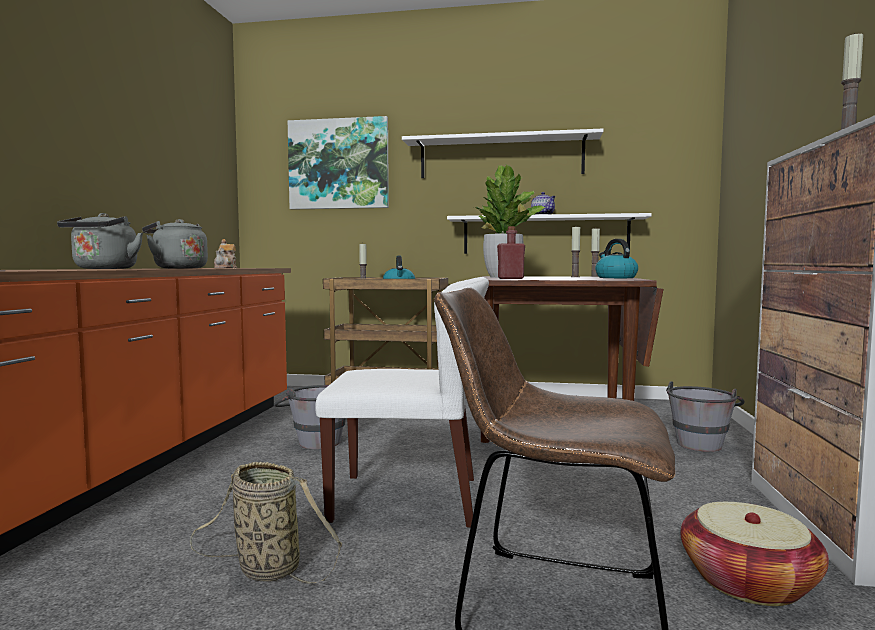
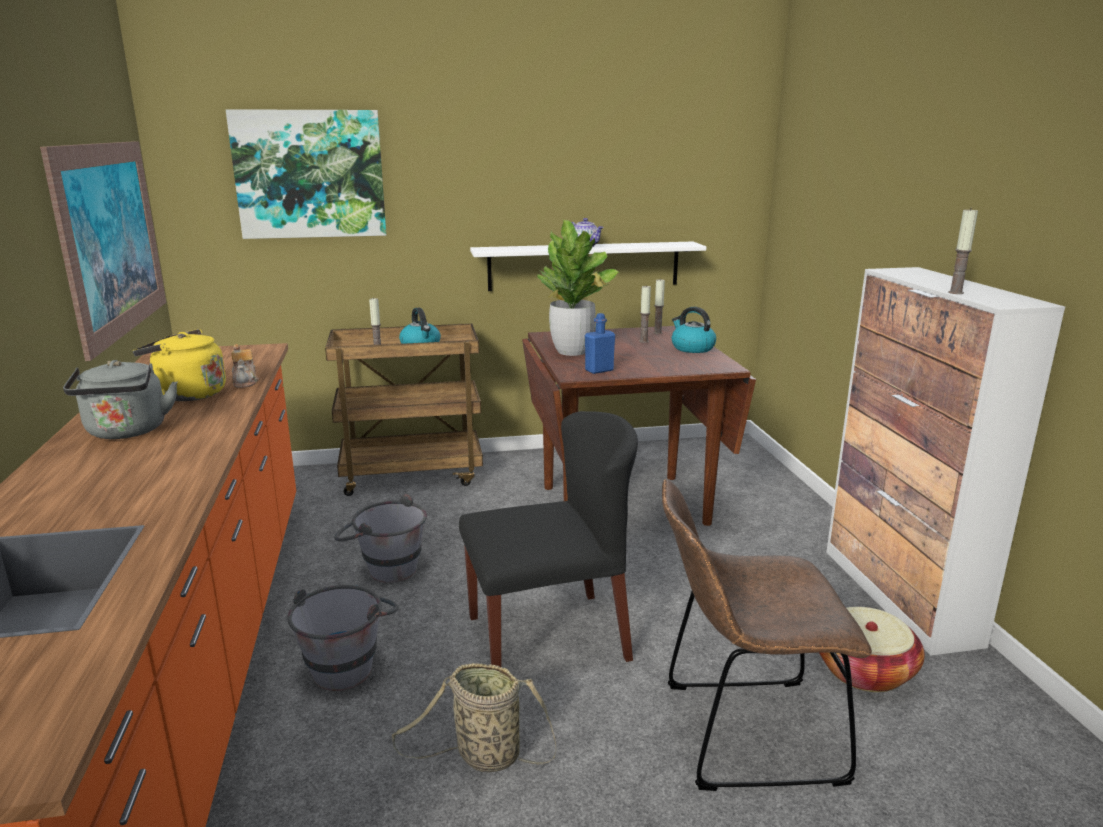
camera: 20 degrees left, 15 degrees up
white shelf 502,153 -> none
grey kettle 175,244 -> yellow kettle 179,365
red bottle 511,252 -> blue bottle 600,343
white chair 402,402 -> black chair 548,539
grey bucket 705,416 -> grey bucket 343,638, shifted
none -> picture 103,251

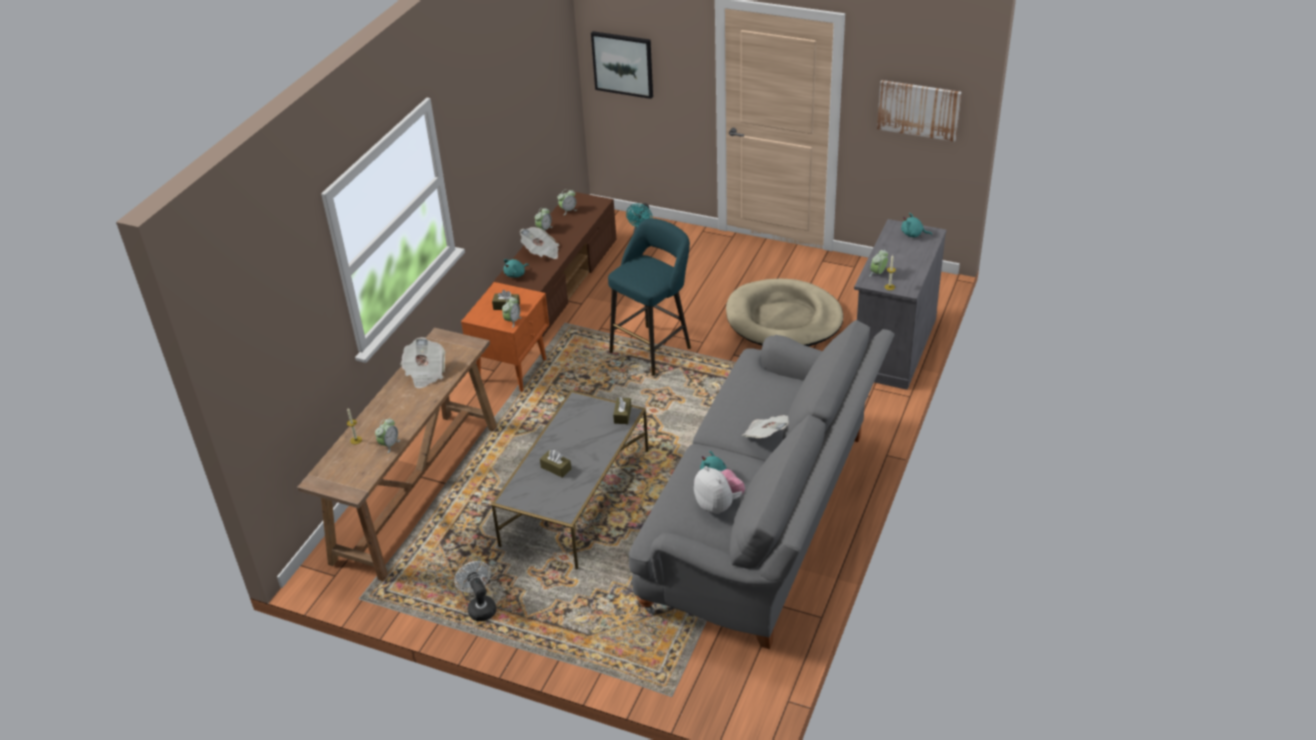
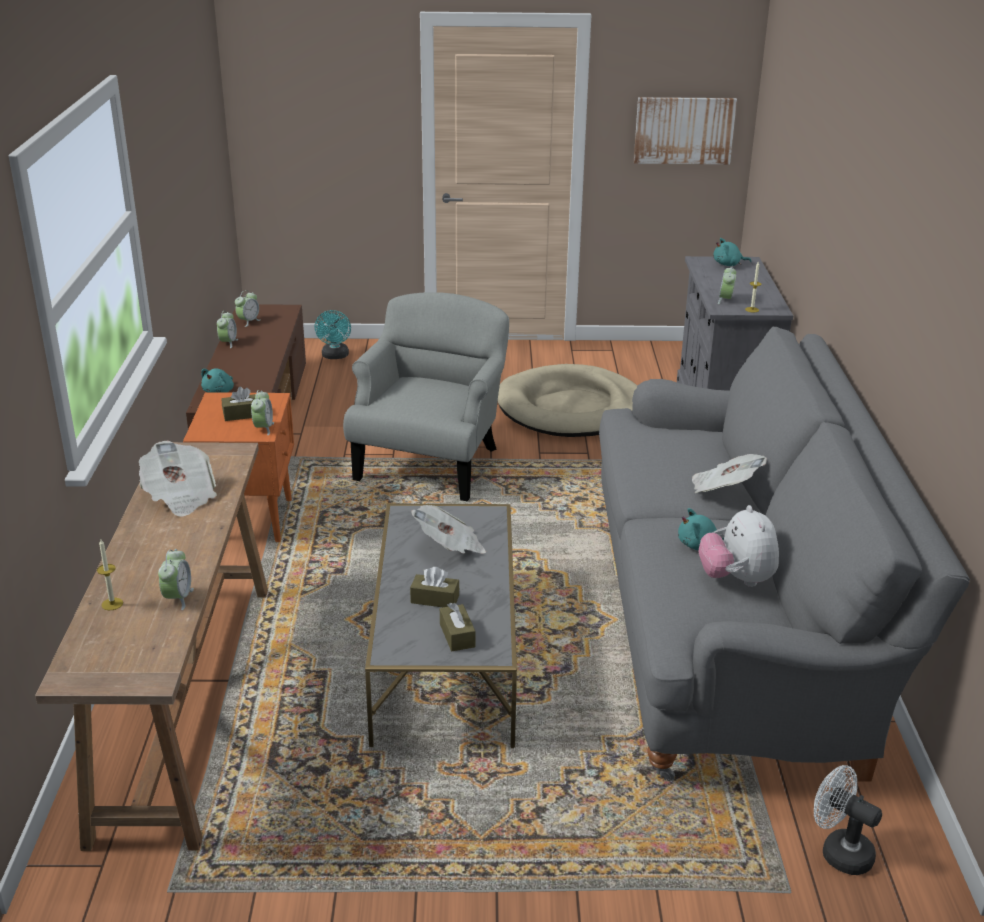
camera: 25 degrees left, 10 degrees down
picture 622,65 -> none
turquoise stool 649,297 -> grey armchair 426,396
newspaper 539,243 -> newspaper 448,529, shifted
brown tissue box 622,410 -> brown tissue box 458,627, shifted
plush toy 719,490 -> plush toy 738,546, 135 degrees counterclockwise
white fan 475,591 -> white fan 848,820, shifted

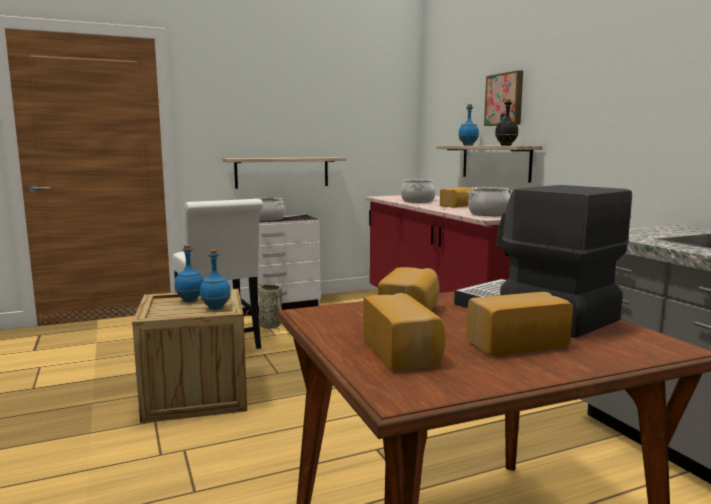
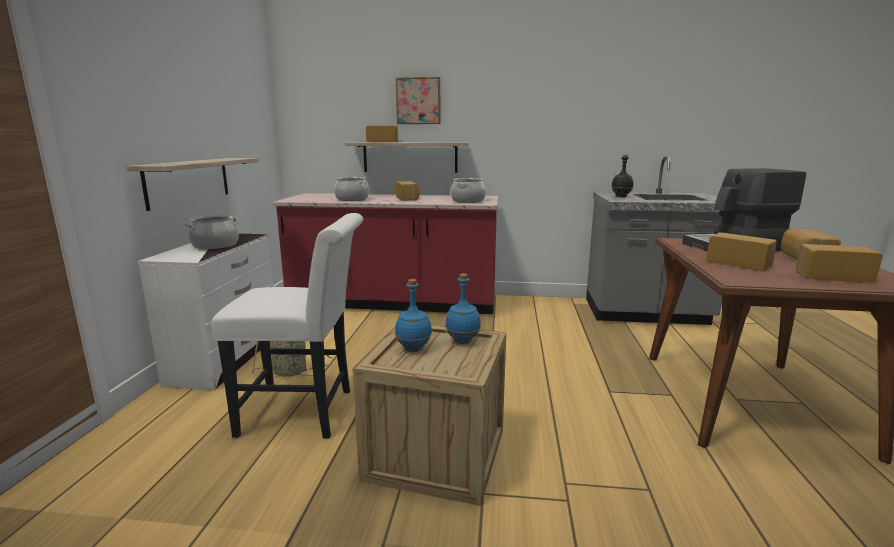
camera: 60 degrees left, 5 degrees up
black bottle 506,122 -> black bottle 622,176, shifted
blue bottle 468,125 -> bread 382,134

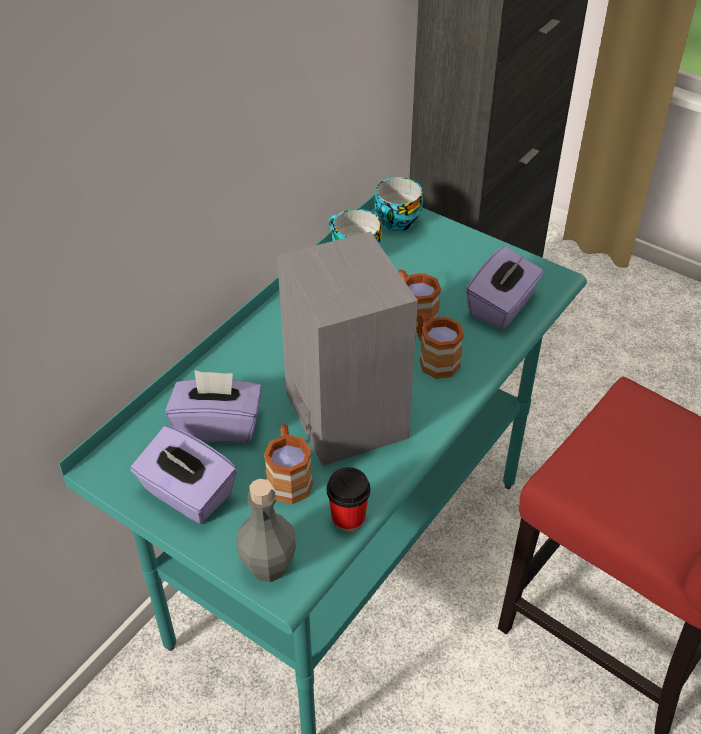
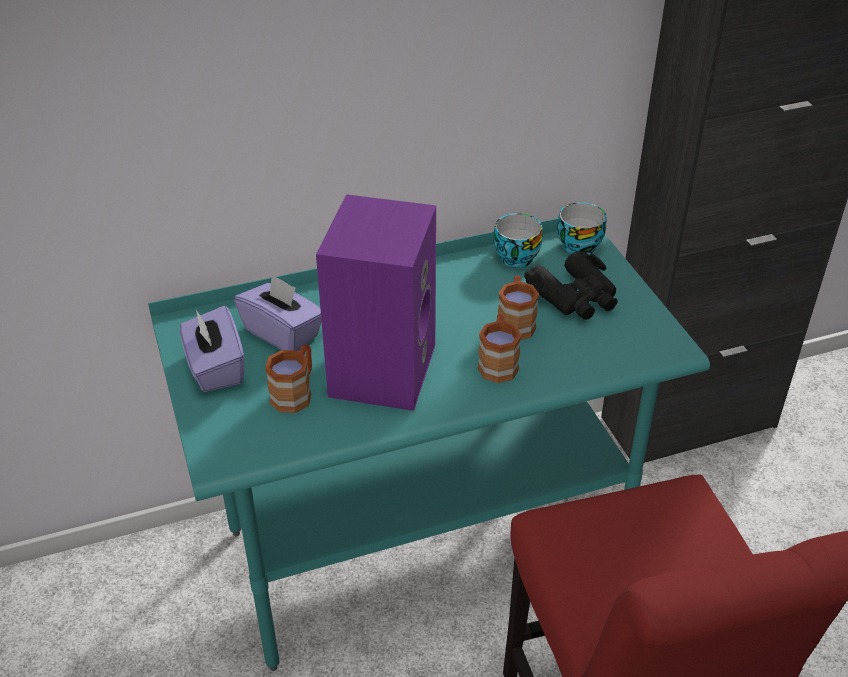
camera: 35 degrees right, 5 degrees down
grey speaker 347,348 -> purple speaker 376,302
purple tissue box 505,287 -> none
cup 348,500 -> none
grey bottle 266,530 -> none
none -> black binoculars 571,285

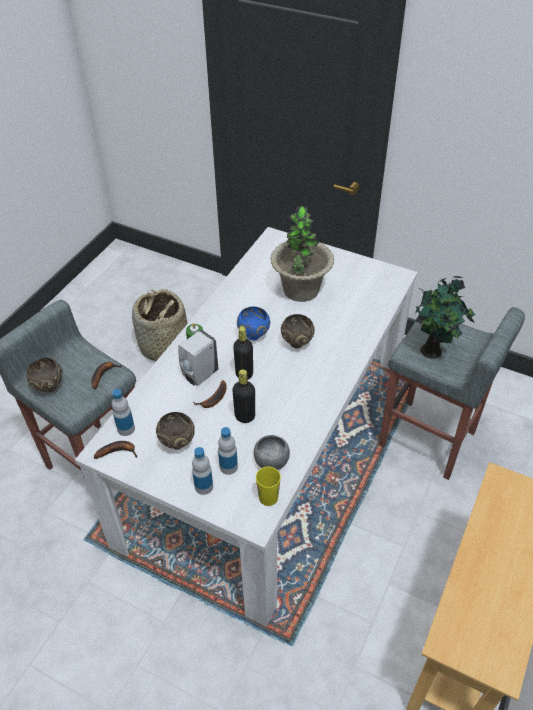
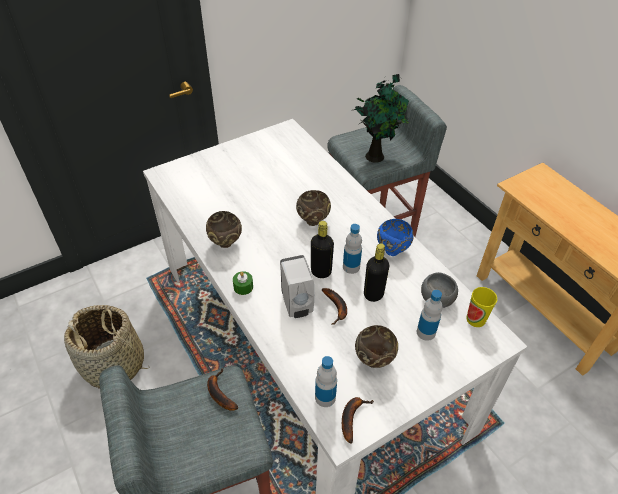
camera: 60 degrees left, 0 degrees up
potted plant 302,254 -> none
blue bowl 253,324 -> blue bowl 395,237, shifted
brown bowl 44,375 -> brown bowl 224,229, shifted
bottle 202,471 -> bottle 352,249, shifted

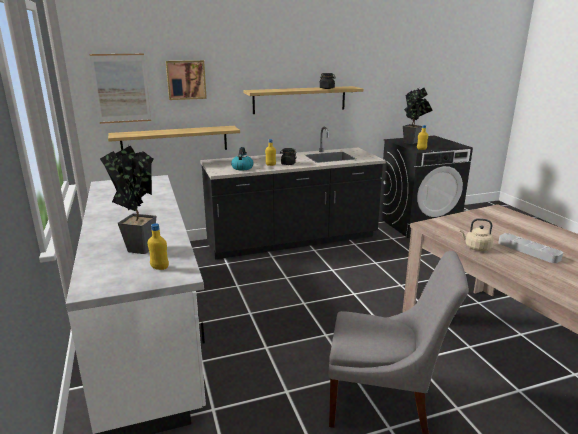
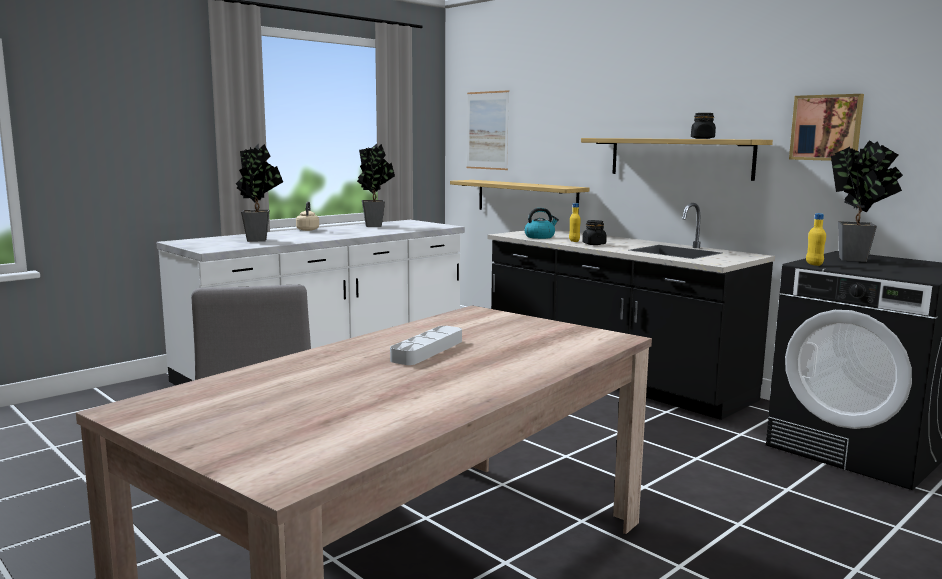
camera: 65 degrees right, 10 degrees down
picture 186,80 -> picture 826,127, shifted
beige kettle 476,234 -> beige kettle 307,216, shifted
yellow bottle 158,246 -> none
none -> potted plant 376,185

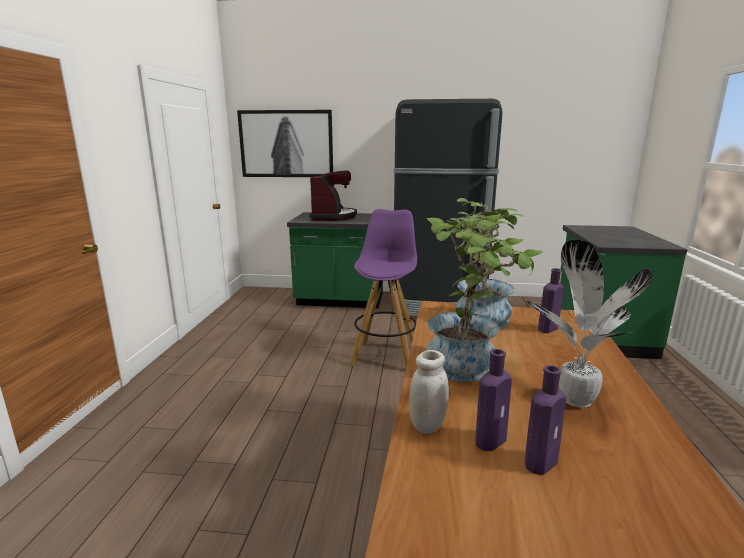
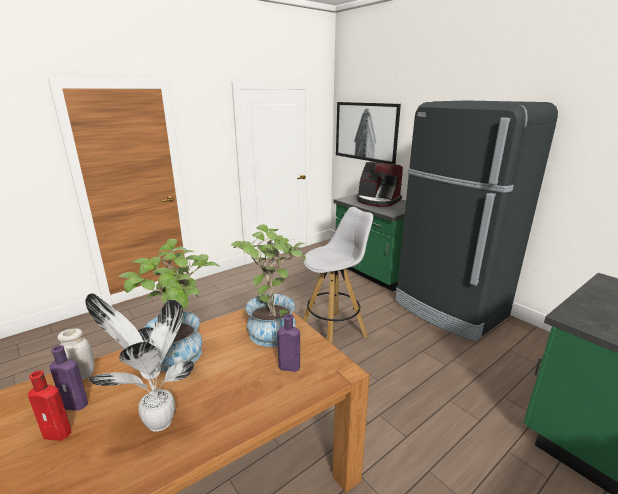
camera: 45 degrees right, 5 degrees up
coffee machine 333,195 -> coffee machine 380,184, 75 degrees clockwise
purple stool 383,288 -> white stool 338,275
purple bottle 545,420 -> red bottle 49,405

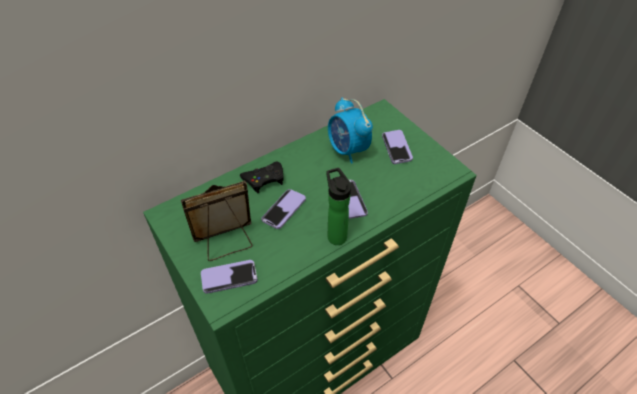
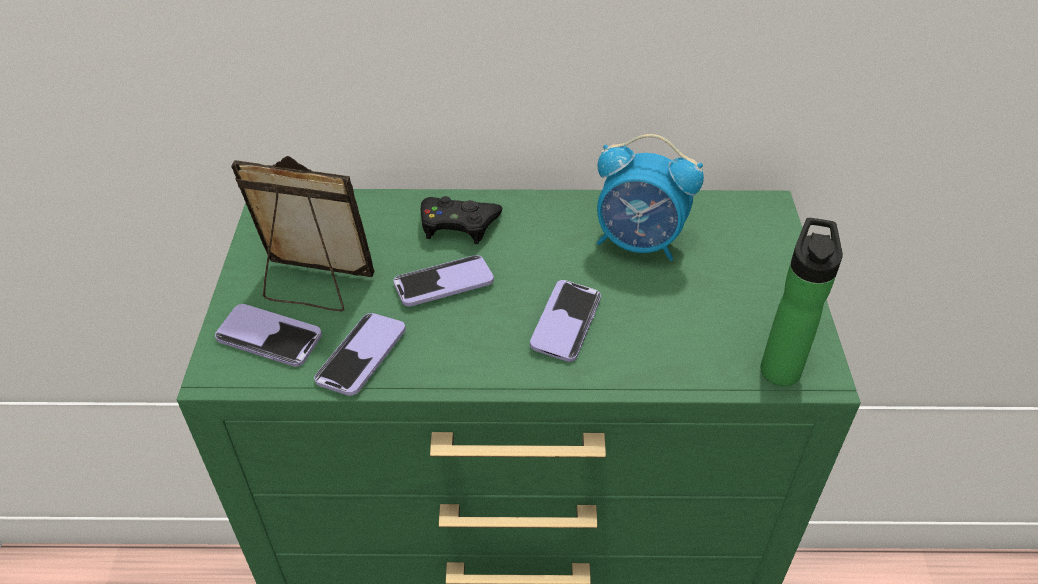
camera: 35 degrees right, 5 degrees down
alarm clock 350,130 -> alarm clock 650,197, 75 degrees counterclockwise
phone 397,147 -> phone 360,354, shifted
bottle 338,206 -> bottle 801,302, shifted

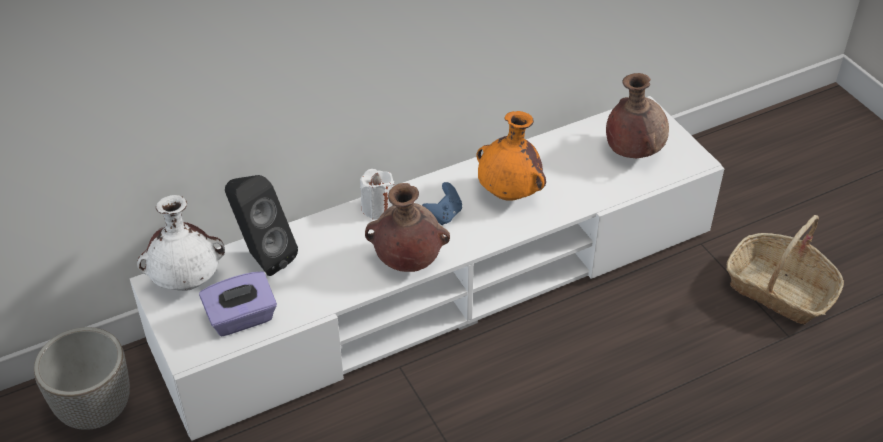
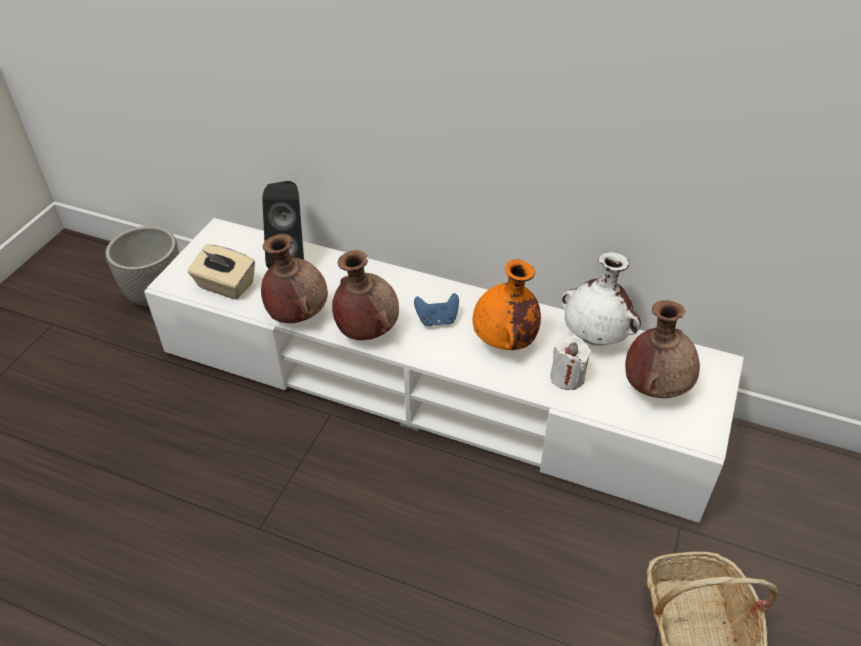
camera: 50 degrees right, 0 degrees up
white candle 377,194 -> white candle 570,363, shifted
white vase 181,243 -> white vase 601,299, shifted
purple tissue box 238,303 -> beige tissue box 221,272
none -> brown vase 294,278

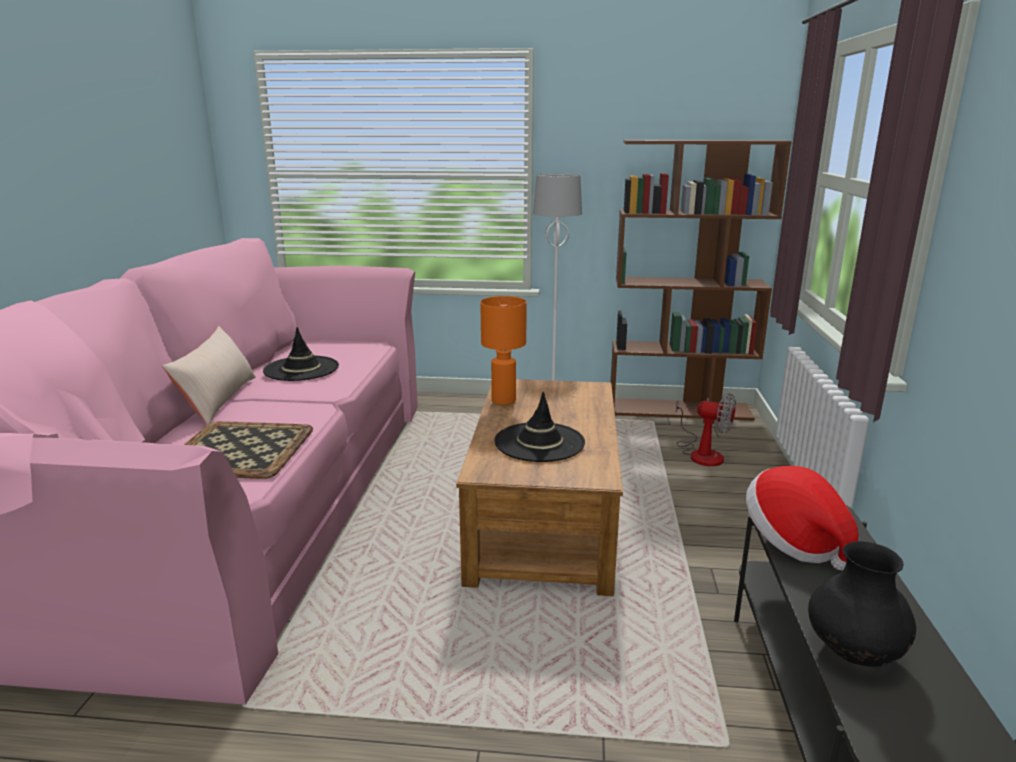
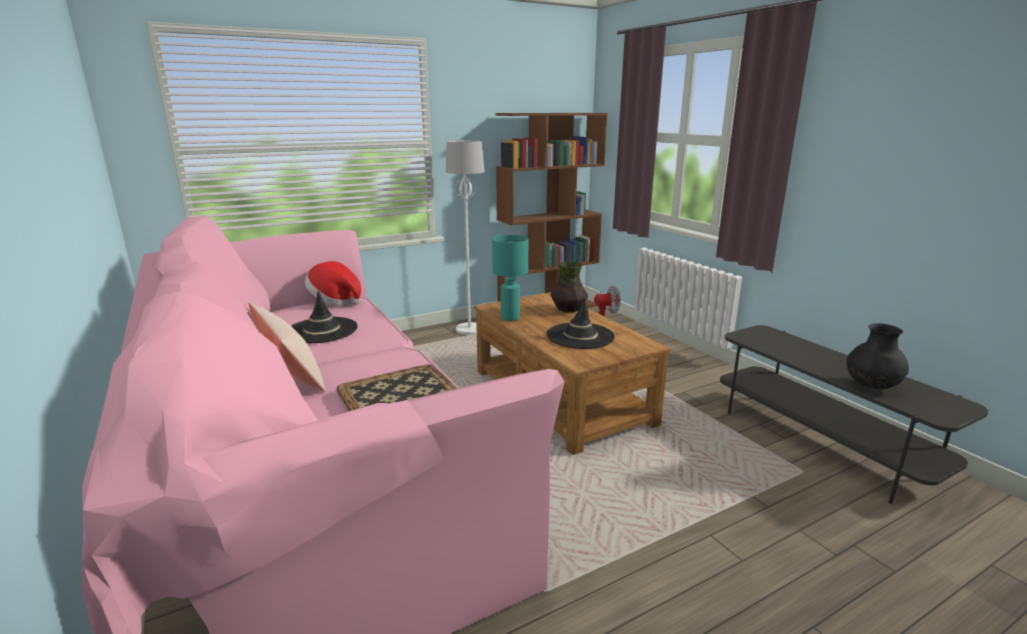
camera: 35 degrees left, 0 degrees up
orange table lamp 503,350 -> turquoise table lamp 510,278
hat 802,518 -> hat 333,283, shifted
none -> vase 569,287

